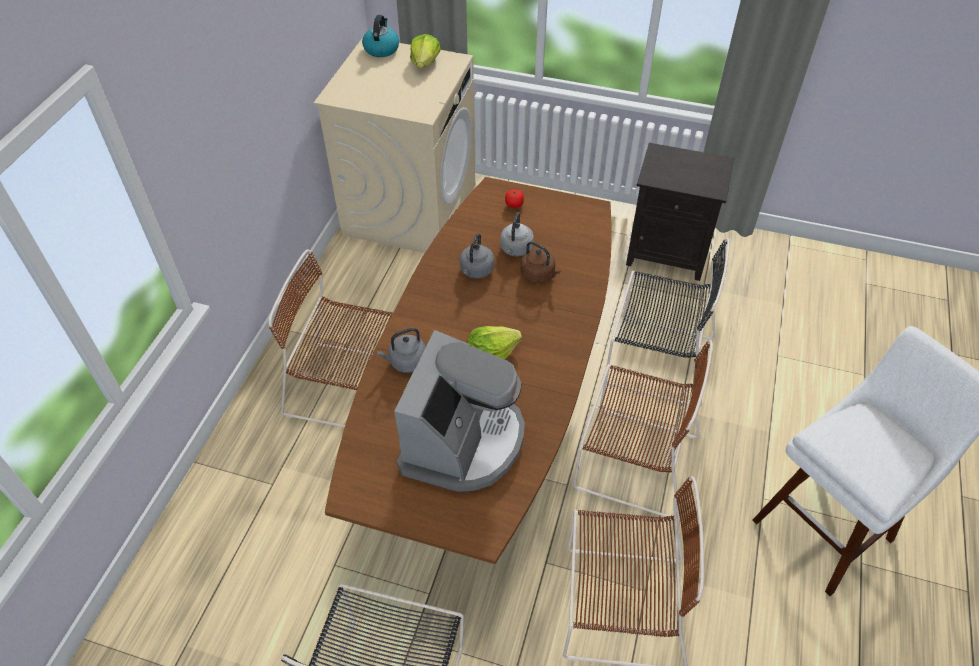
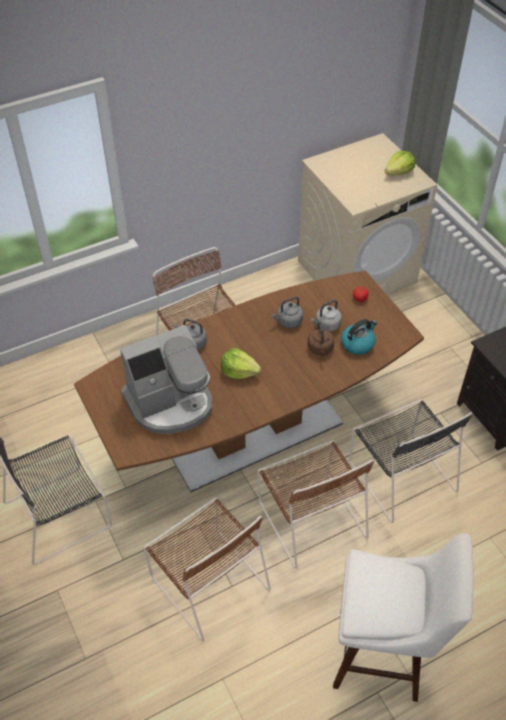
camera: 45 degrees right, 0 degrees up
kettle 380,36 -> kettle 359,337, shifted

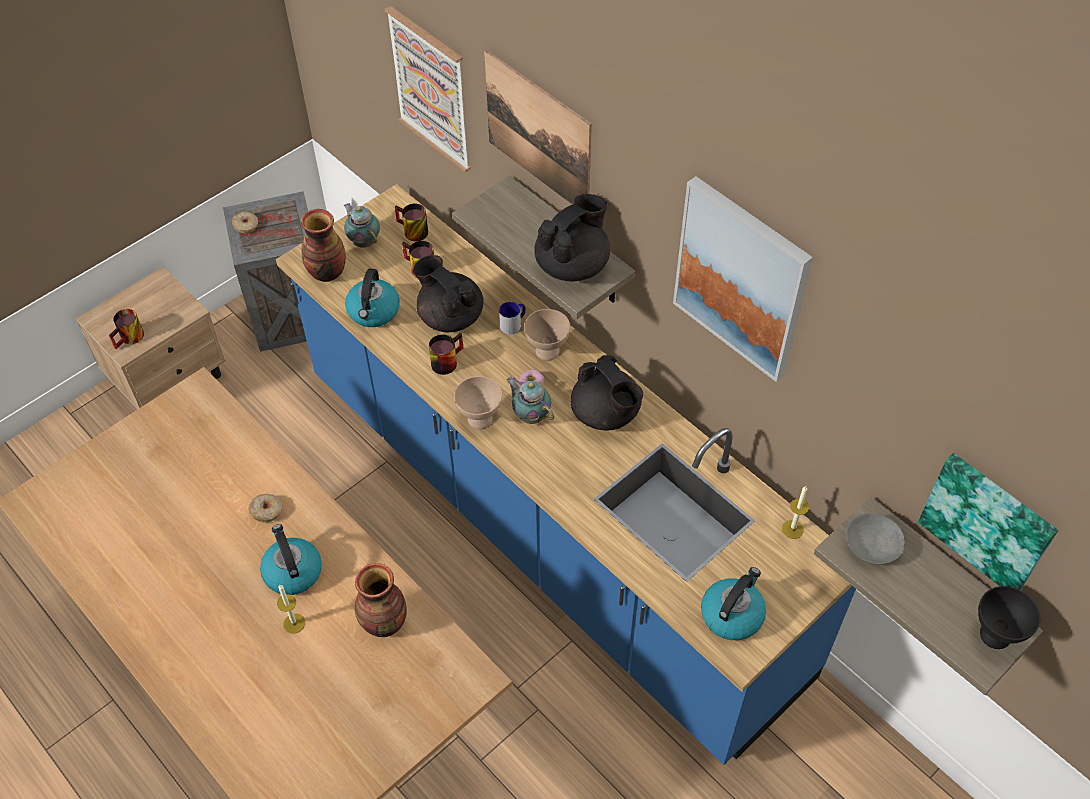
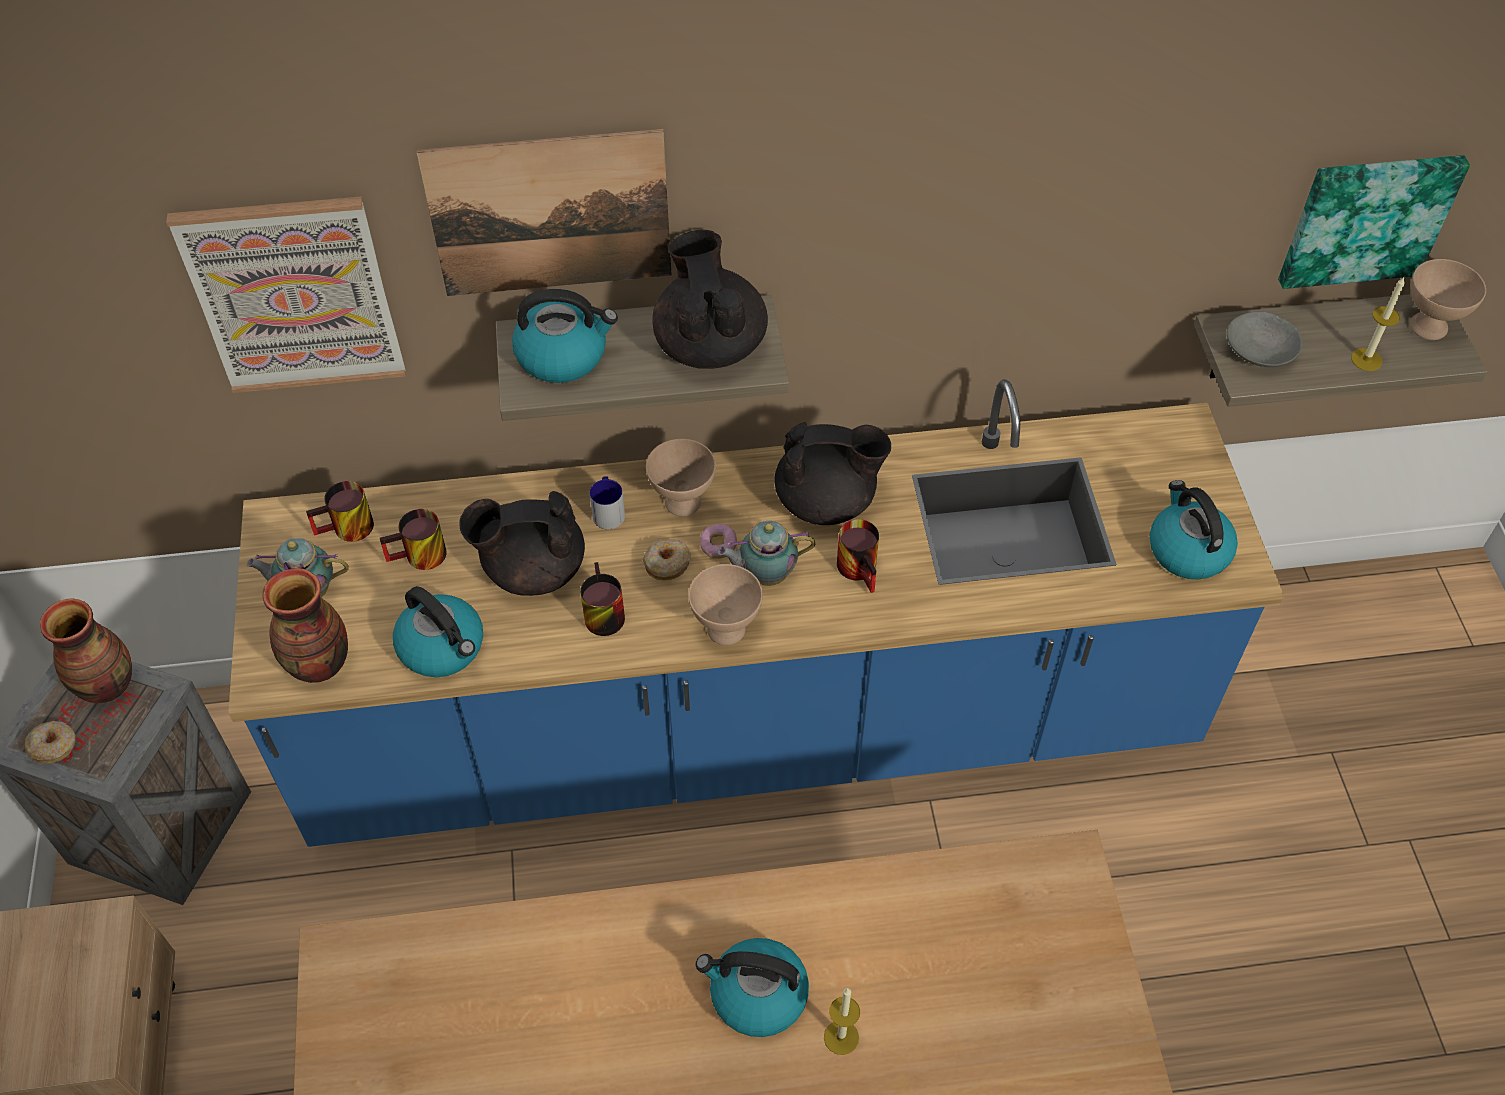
camera: 55 degrees left, 0 degrees up
picture 743,279 -> none
mug 126,329 -> mug 858,556, shifted
candle 795,512 -> candle 1378,324, shifted
donut 266,508 -> donut 666,559, shifted
vase 381,600 -> vase 86,650, shifted
black bowl 1009,617 -> beige bowl 1448,299
none -> kettle 565,336

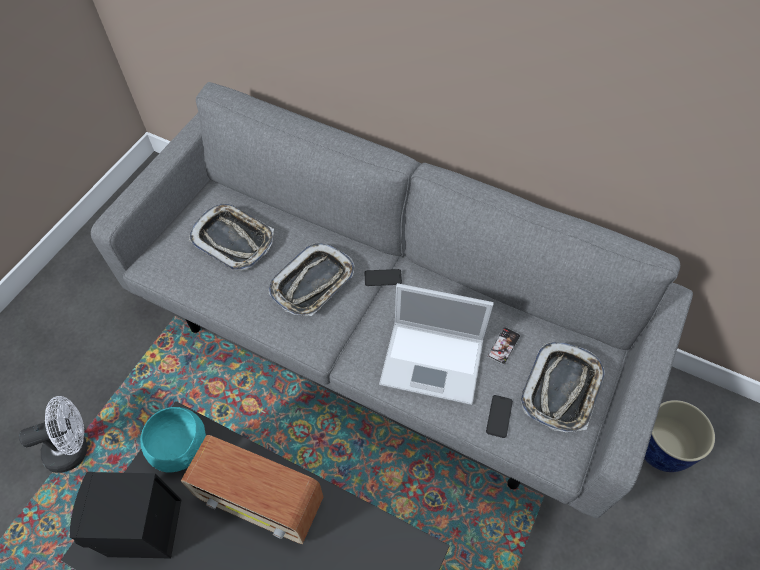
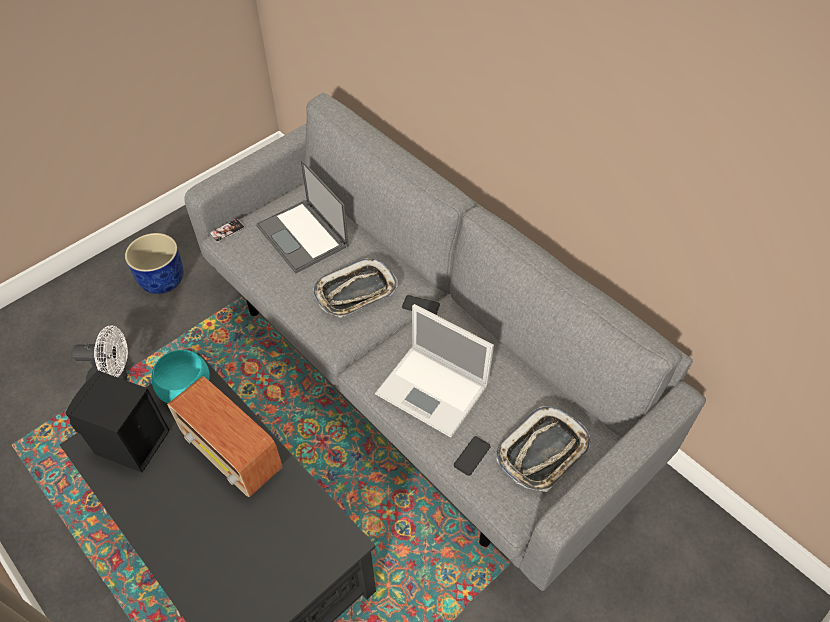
camera: 20 degrees right, 5 degrees down
tray 231,237 -> laptop 302,216
phone 504,346 -> phone 227,231, shifted
blue planter 679,436 -> blue planter 154,263, shifted

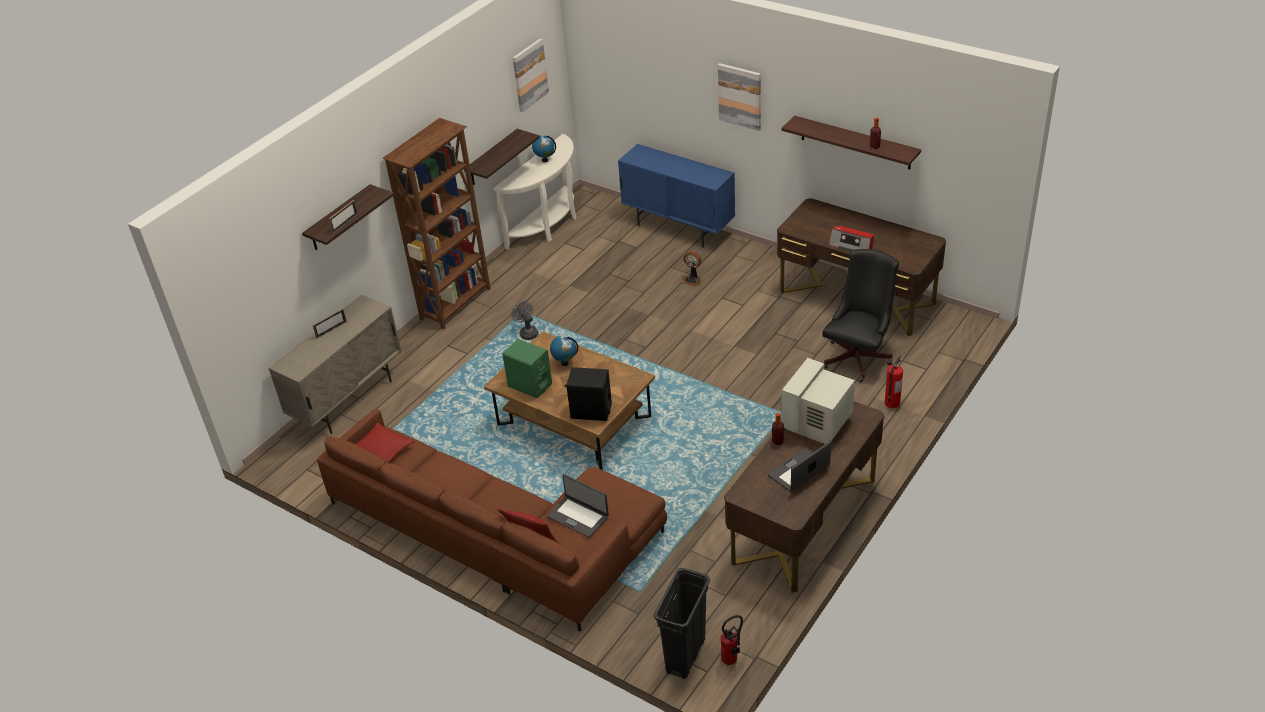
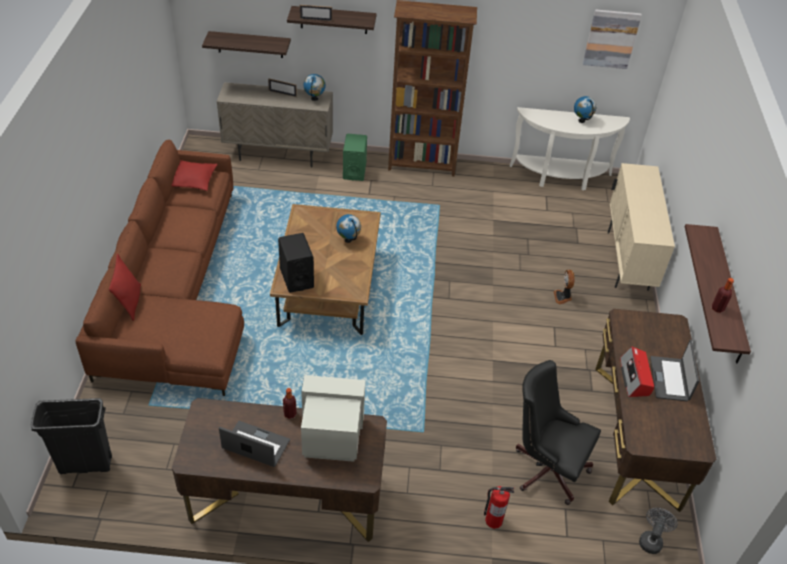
camera: 55 degrees right, 5 degrees up
picture 739,97 -> none
shelf 502,157 -> shelf 246,44, shifted
blue cabinet 676,196 -> beige cabinet 641,227
black office chair 860,315 -> black office chair 558,432, 150 degrees counterclockwise
grey fan 524,320 -> grey fan 658,531, shifted
green speaker 527,368 -> green speaker 355,157, shifted
laptop 578,506 -> laptop 674,370, shifted
fire extinguisher 732,640 -> none
none -> globe 314,87

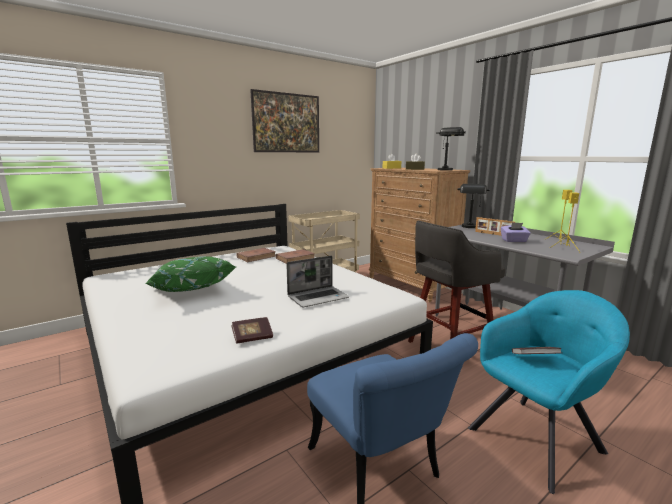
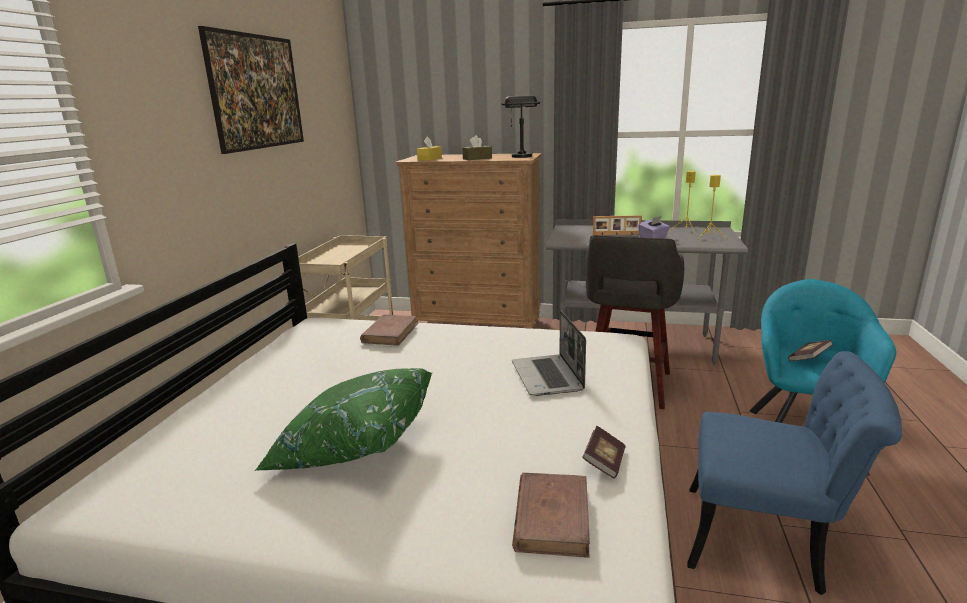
camera: 40 degrees left, 5 degrees up
black table lamp 473,206 -> none
brown book 256,255 -> brown book 551,515, shifted
laptop 317,281 -> laptop 549,353, 150 degrees clockwise

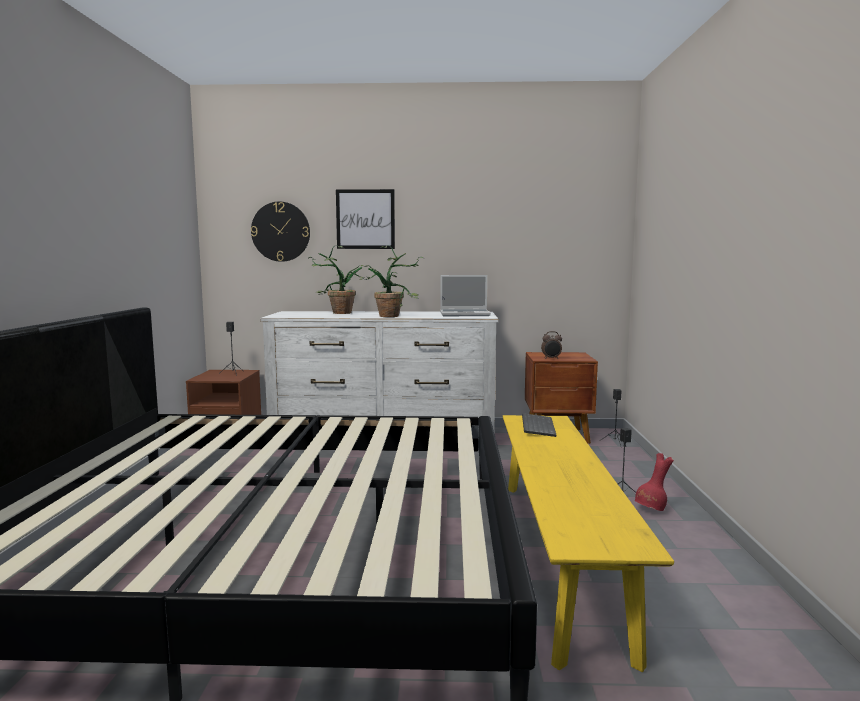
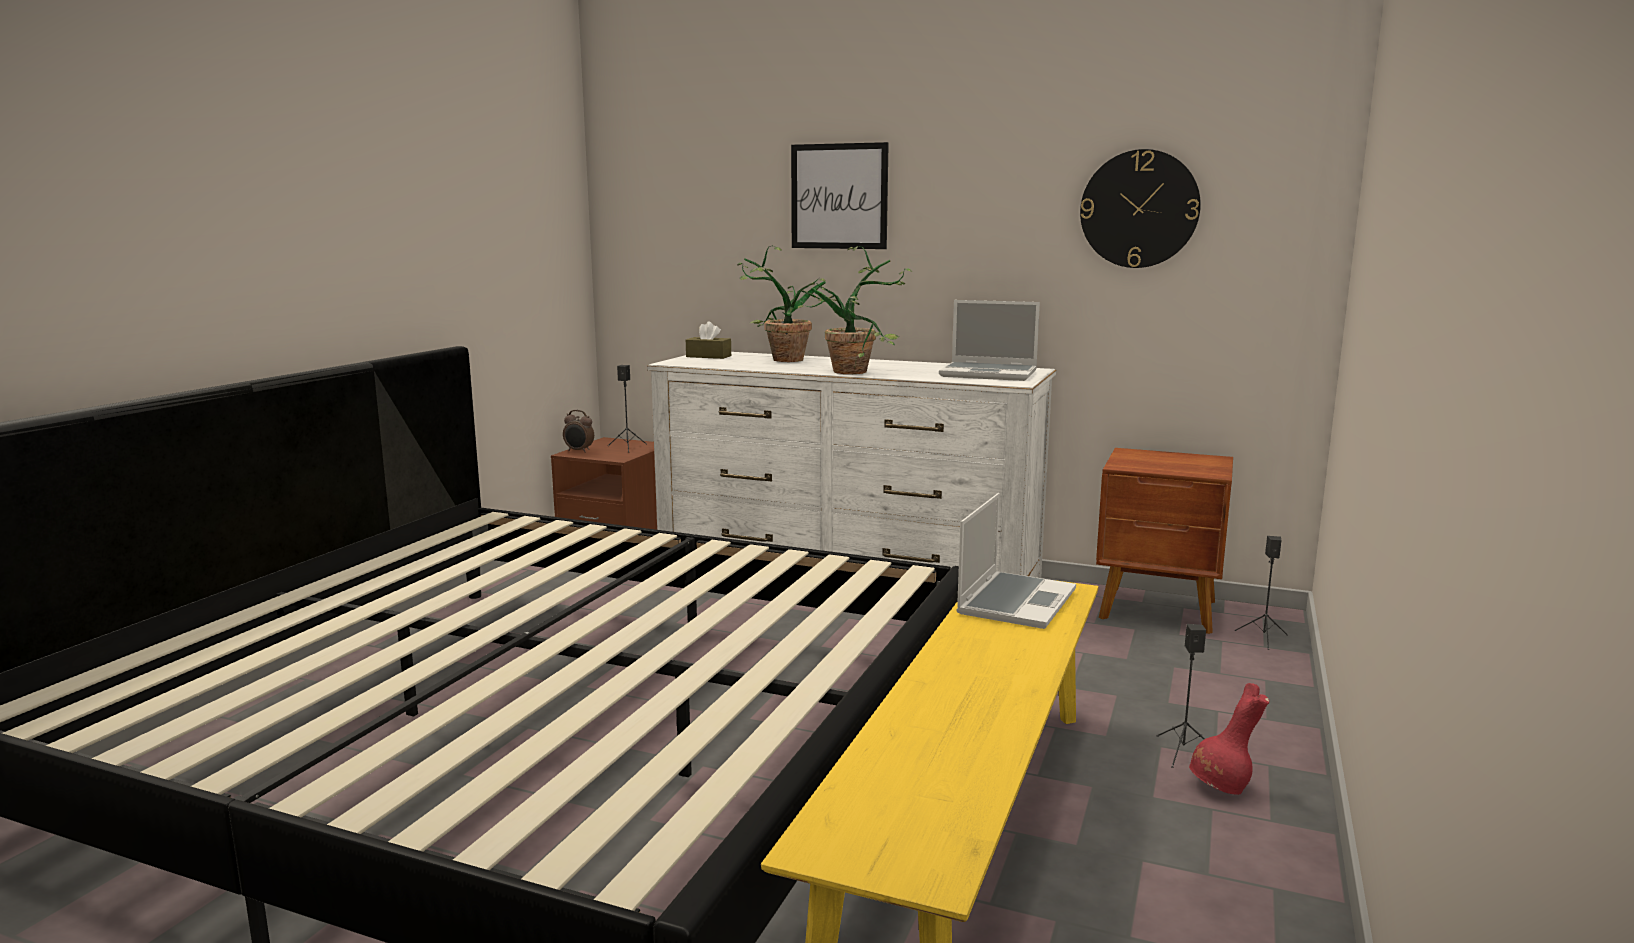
camera: 20 degrees right, 5 degrees up
wall clock 280,231 -> wall clock 1140,208, shifted
alarm clock 551,345 -> alarm clock 578,431, shifted
keyboard 539,425 -> laptop 1016,561
none -> brown tissue box 708,340

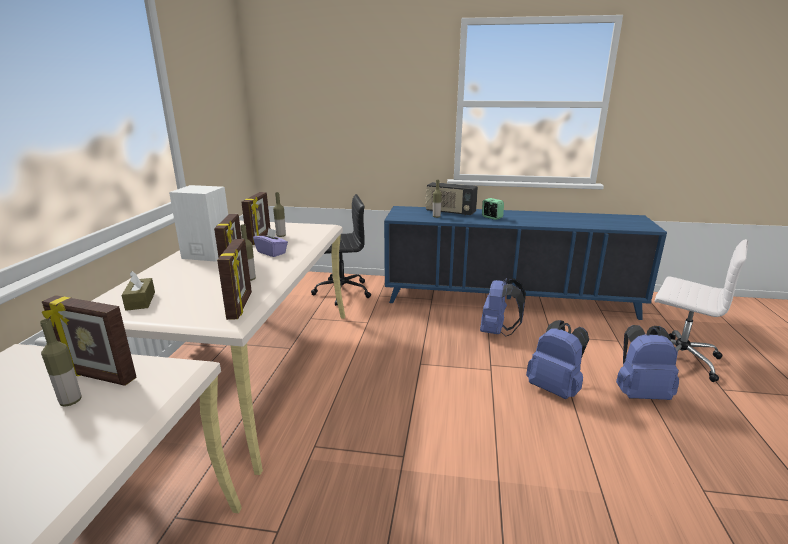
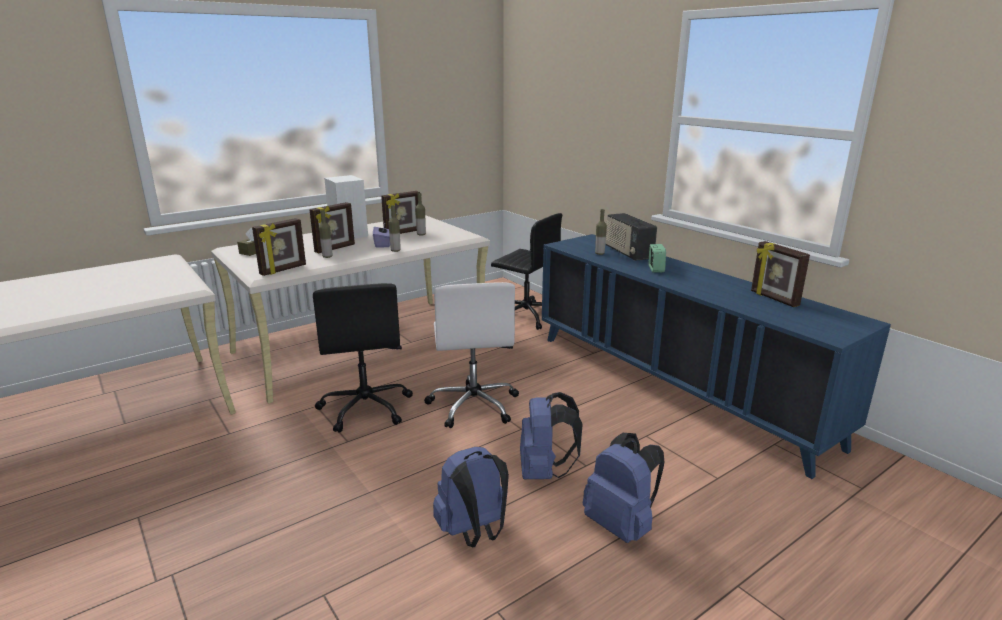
camera: 45 degrees right, 0 degrees up
white office chair 701,310 -> white office chair 471,355, shifted
blue backpack 503,307 -> blue backpack 471,497, shifted
picture frame 89,340 -> picture frame 780,274, shifted
bottle 61,363 -> bottle 394,228, shifted
none -> black office chair 363,358

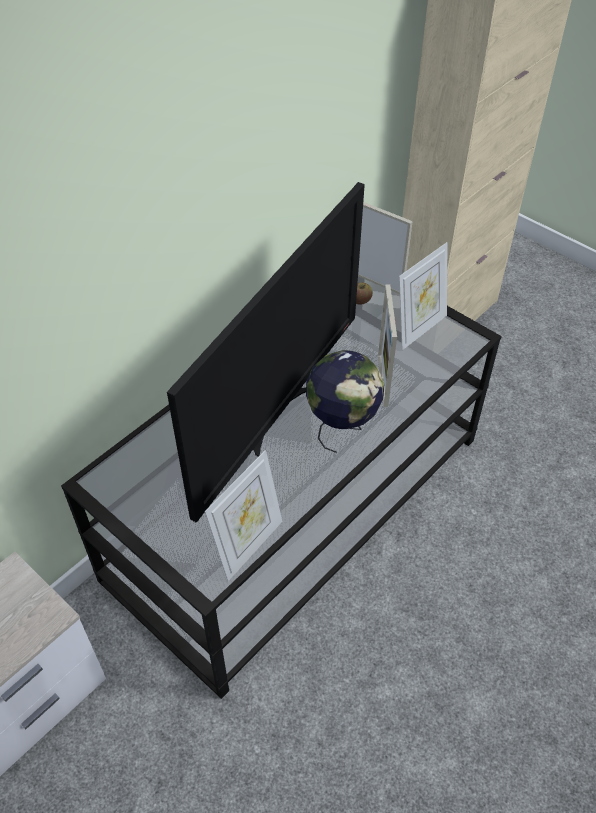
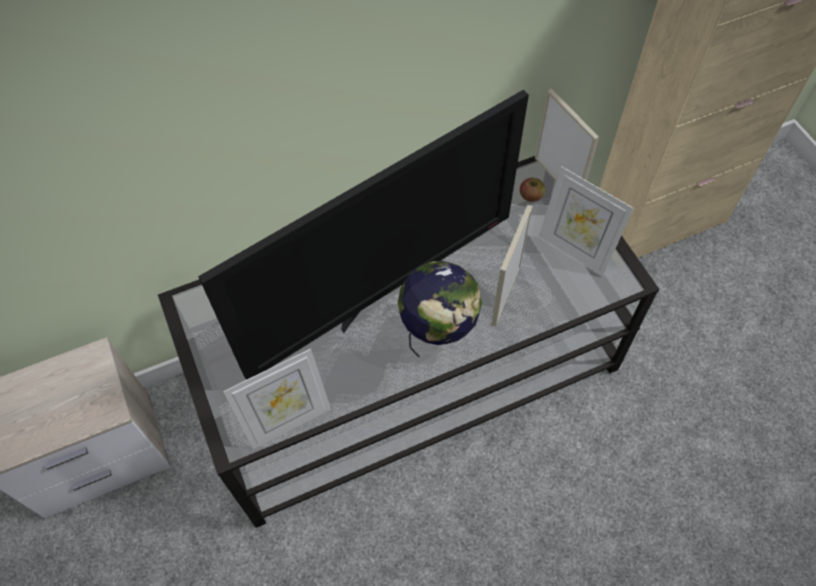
camera: 25 degrees right, 10 degrees up
picture frame 423,296 -> picture frame 586,221, 60 degrees clockwise

